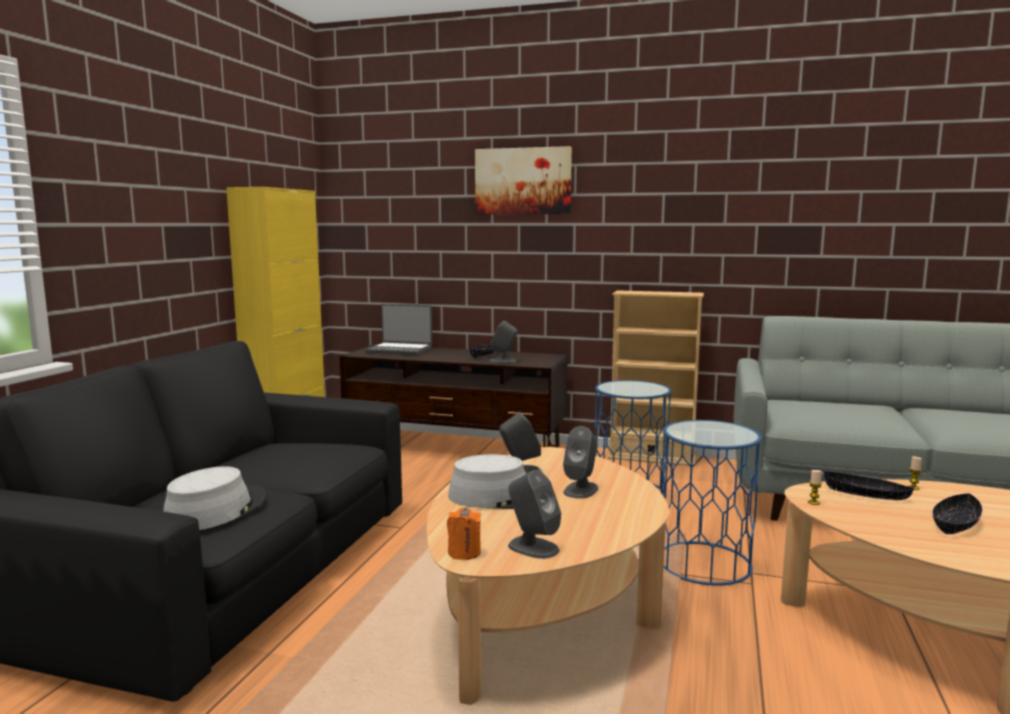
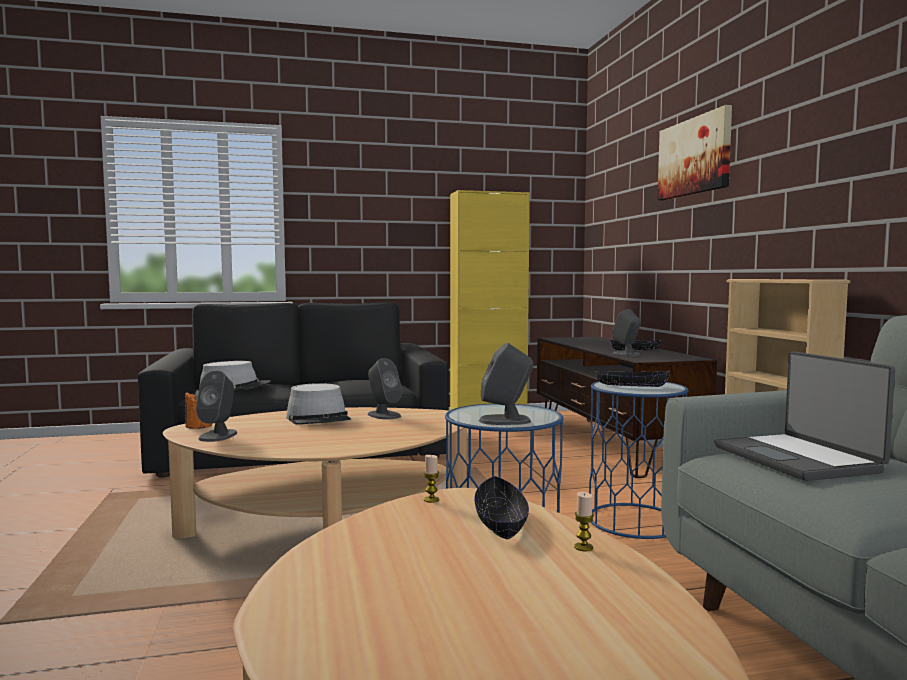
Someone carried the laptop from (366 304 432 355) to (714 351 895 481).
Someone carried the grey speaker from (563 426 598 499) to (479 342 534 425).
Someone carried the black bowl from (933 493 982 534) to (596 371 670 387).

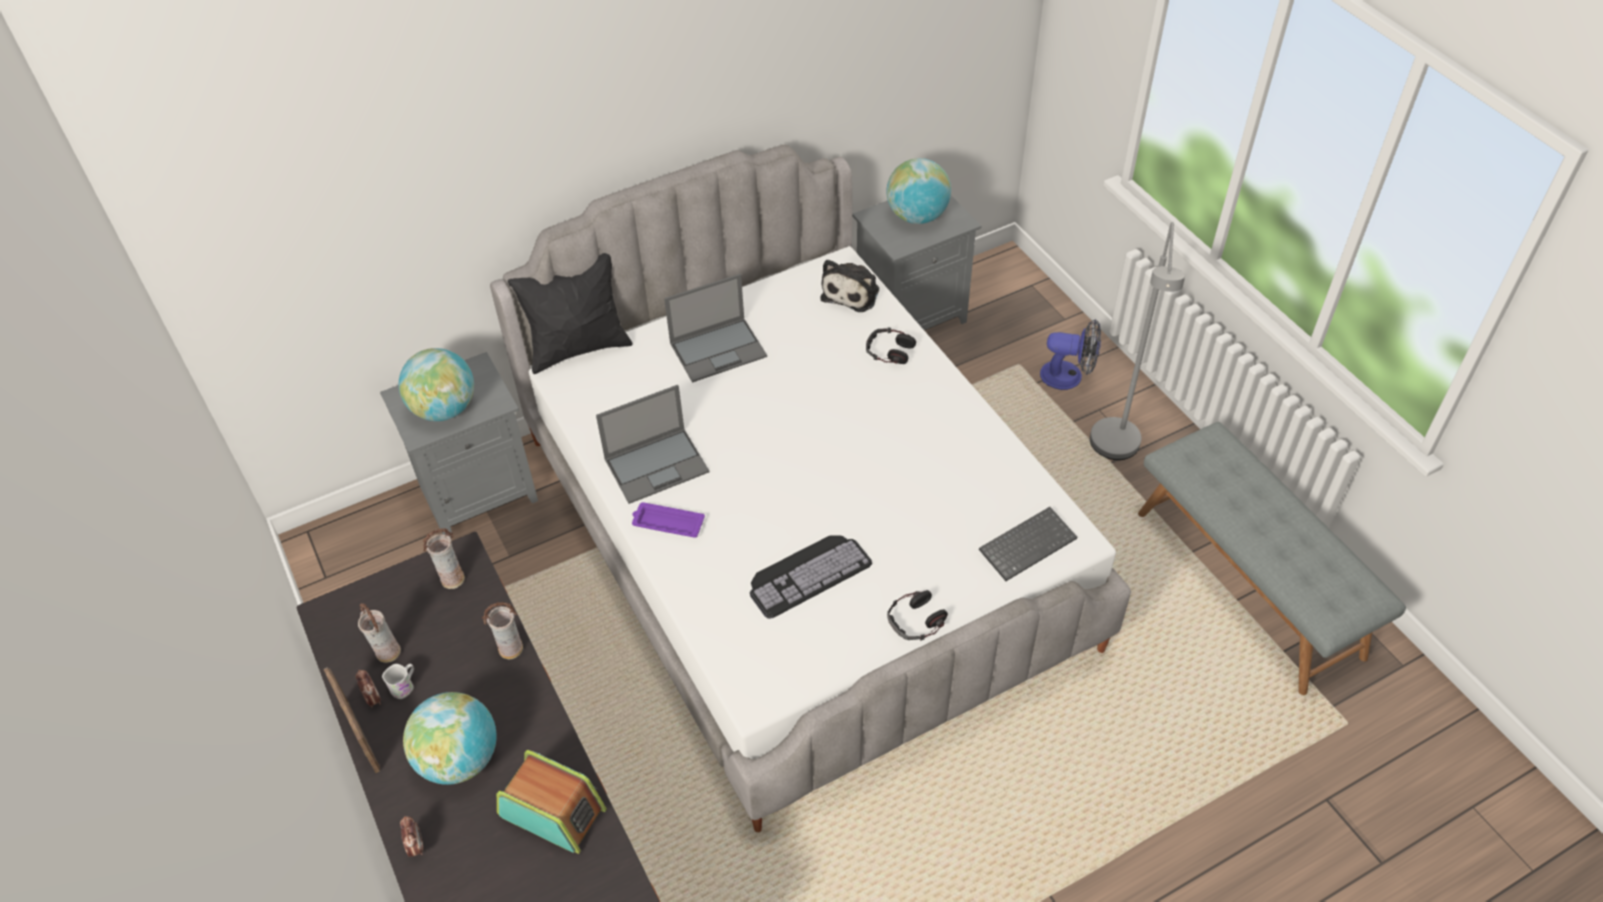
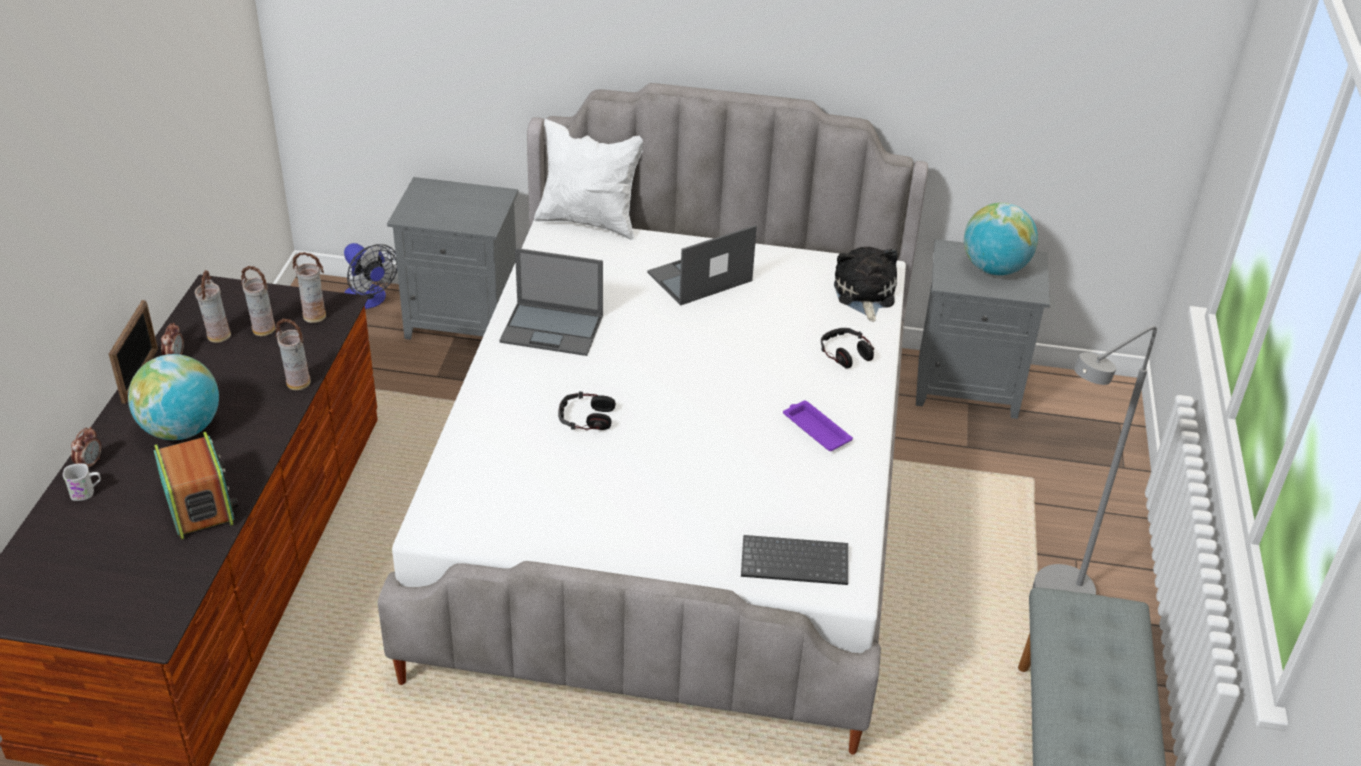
Someone took away the globe at (399 348 474 421).
Someone took away the keyboard at (750 535 872 619).
Someone put down the vase at (241 266 275 336).
Someone carried the white mug from (382 664 414 699) to (63 463 101 501).
Someone carried the purple tray from (632 502 705 538) to (783 401 853 451).
Someone carried the headphones from (887 590 948 641) to (558 392 616 430).
Someone carried the fan from (1040 319 1101 390) to (344 243 397 309).
Someone repainted the black pillow at (508 253 633 374), which became the white pillow at (534 119 643 240).
Someone rotated the laptop at (664 274 767 383) by 135 degrees clockwise.
Someone rotated the plush toy at (820 259 879 312) by 120 degrees clockwise.

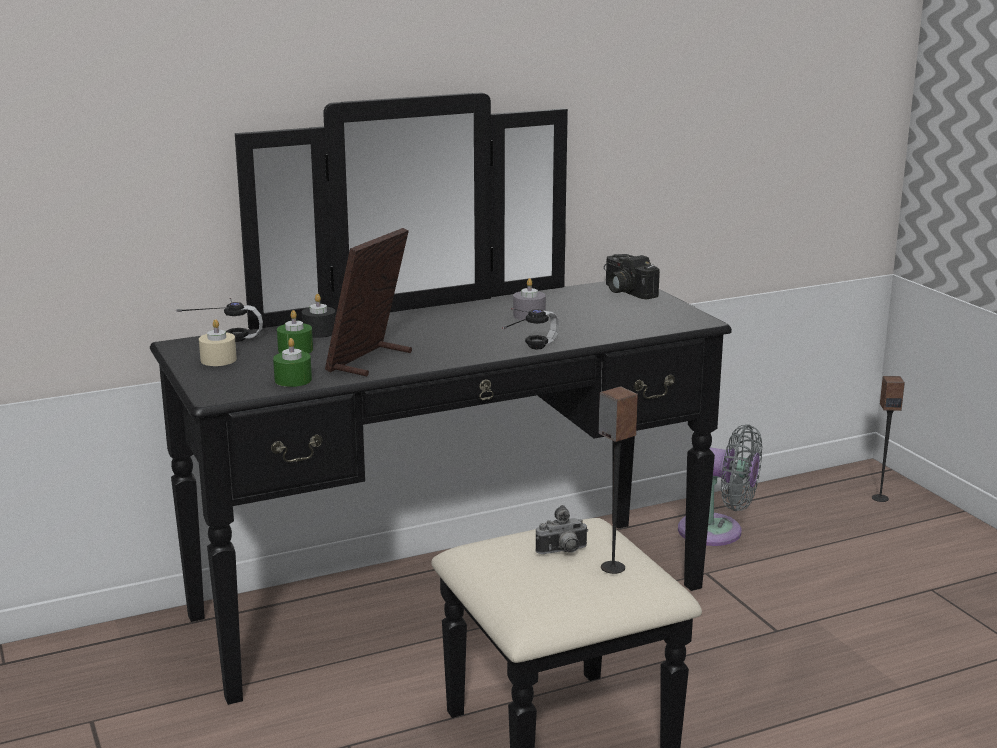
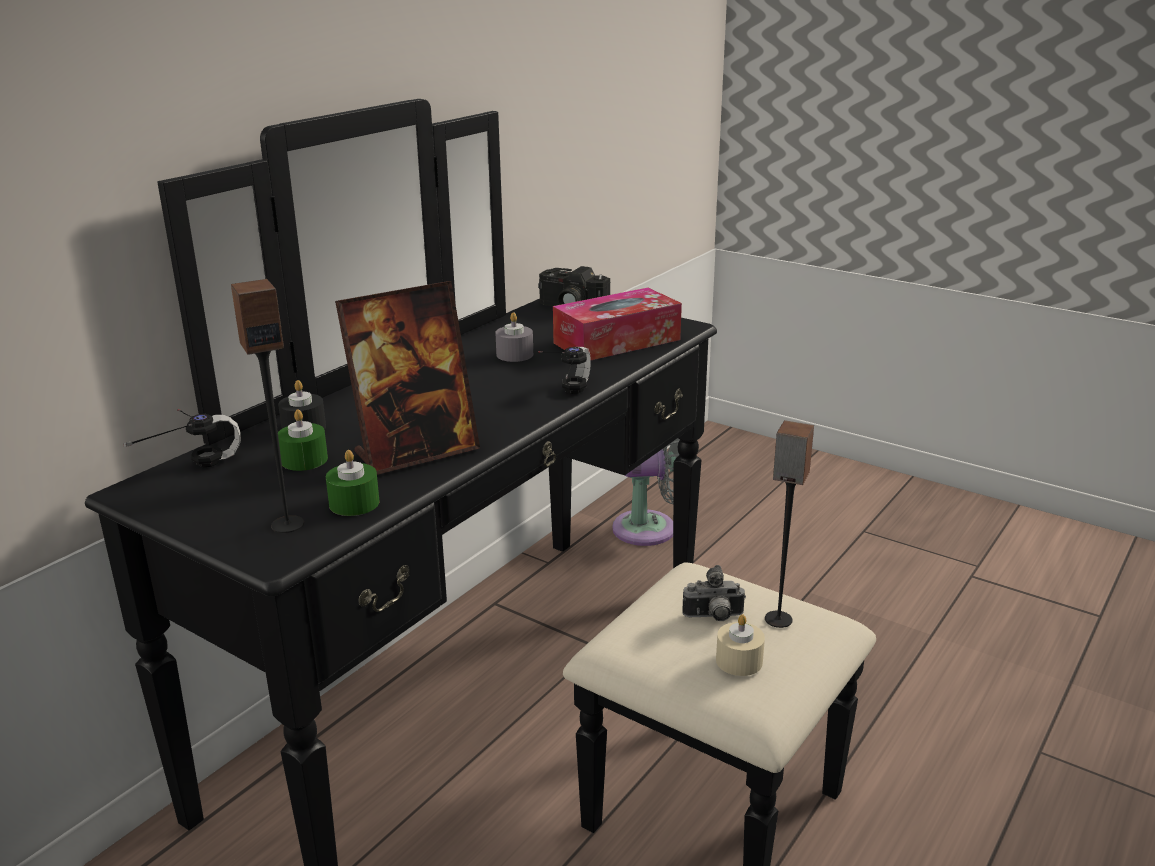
Someone put down the tissue box at (553 288 682 360).
Someone carried the beige candle from (199 319 237 366) to (716 614 765 676).
Someone carried the speaker from (872 376 905 502) to (231 279 304 533).
Someone rotated the picture frame at (325 228 412 376) by 120 degrees counterclockwise.
Someone rotated the photo camera at (535 505 588 554) by 45 degrees clockwise.

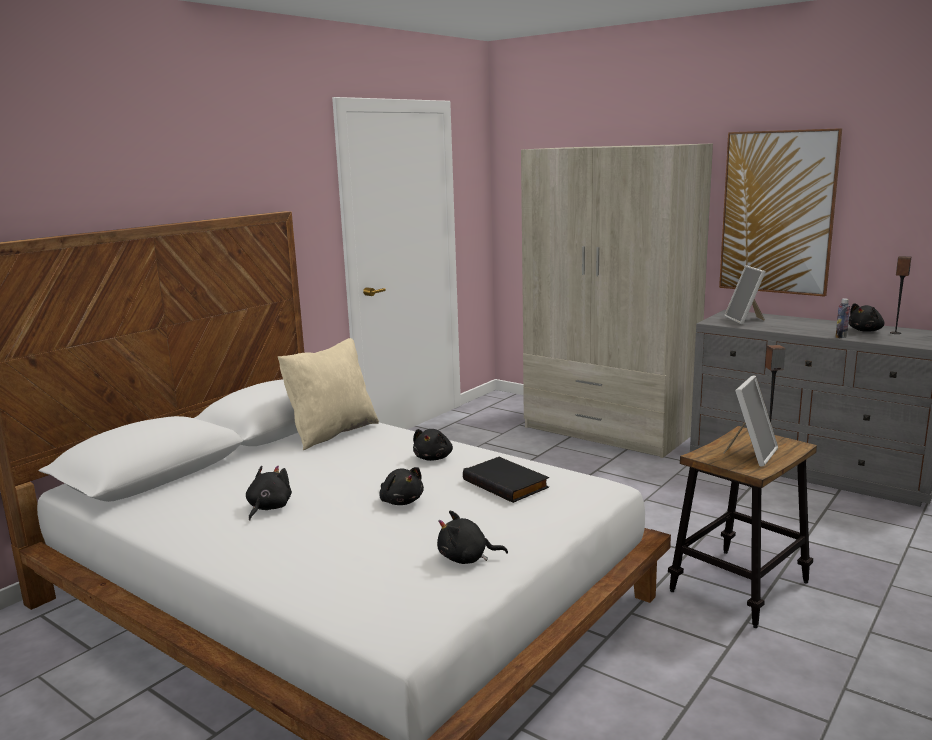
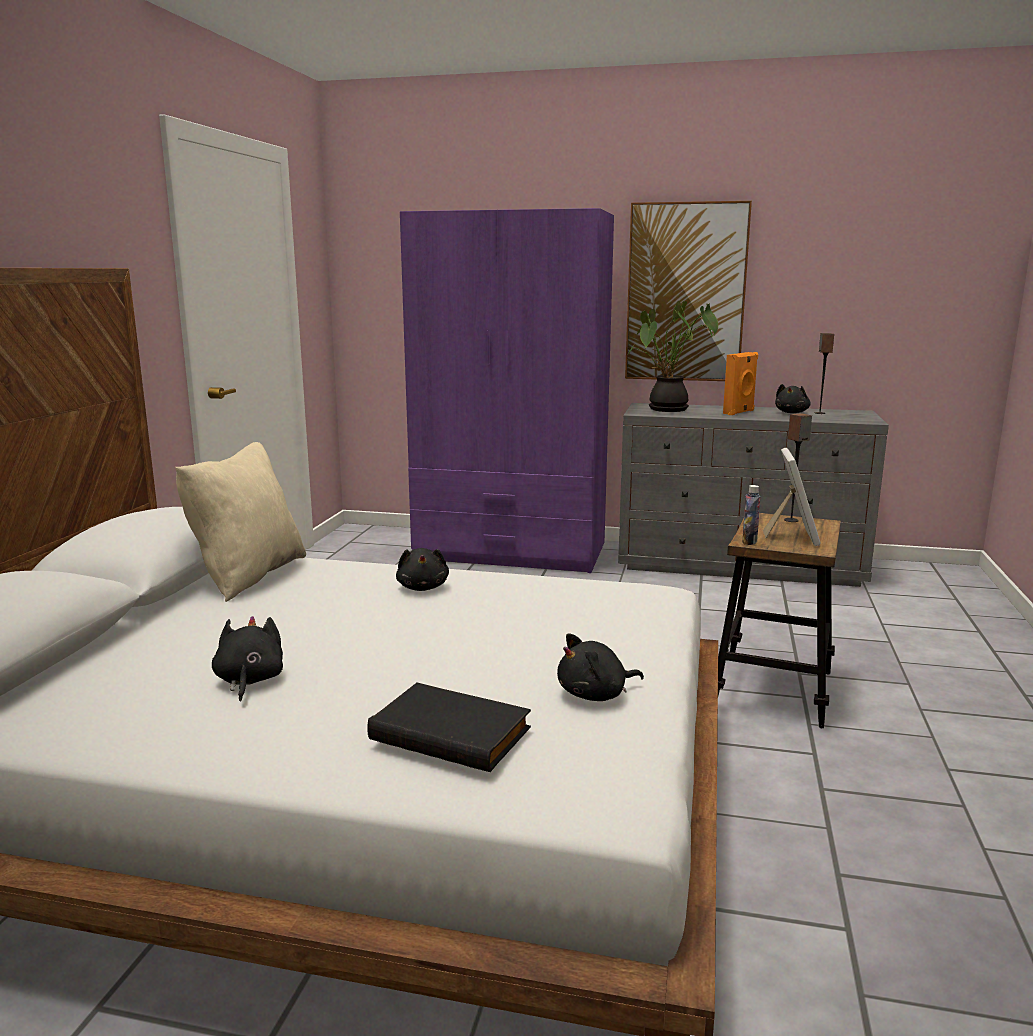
Someone took away the black plush toy at (379 467 424 505).
Someone put down the orange speaker at (723 352 758 415).
Someone carried the black book from (463 457 549 503) to (367 683 531 772).
Someone carried the bottle from (835 298 850 338) to (742 485 761 545).
Someone swapped the picture frame at (724 265 766 325) for the potted plant at (627 301 718 412).
Someone repainted the beige wardrobe at (521 144 713 458), which became the purple wardrobe at (400 208 614 573).

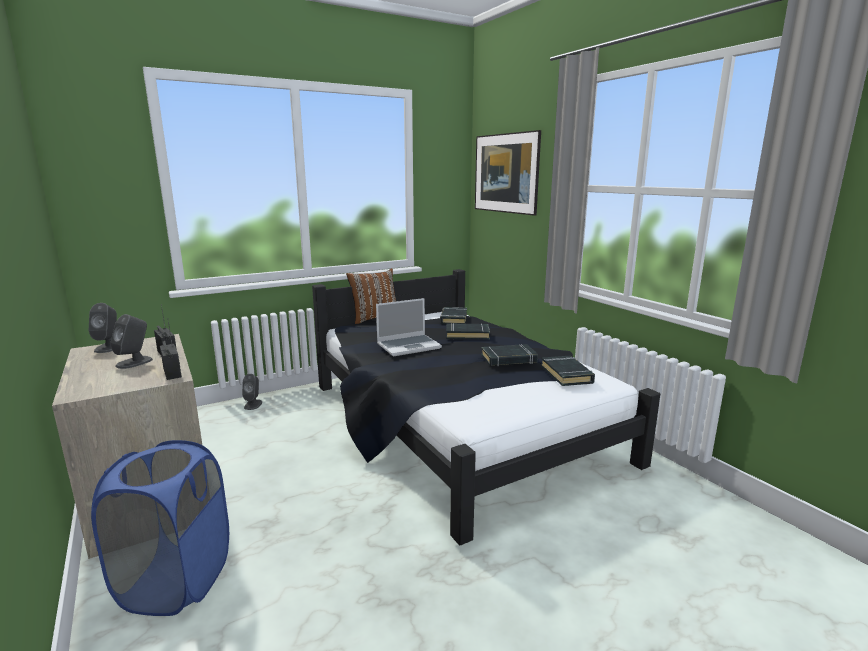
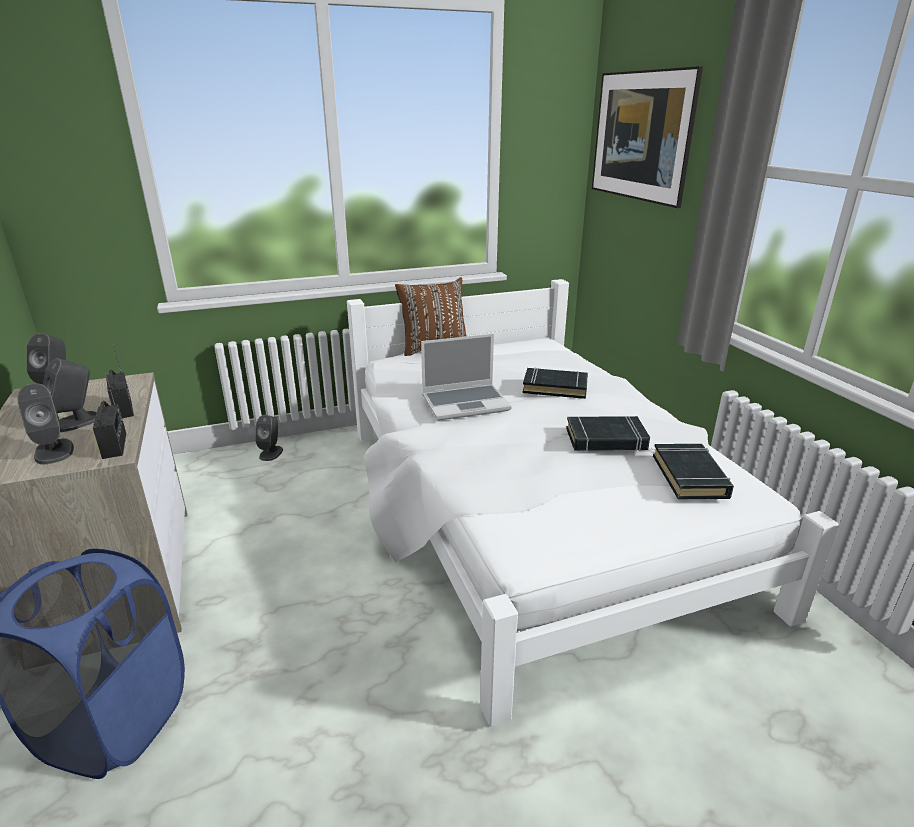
Someone took away the black book at (440 307 467 325).
Someone put down the grey speaker at (18 383 74 464).
Someone repainted the black bed at (312 269 660 545), which became the white bed at (347 279 839 727).

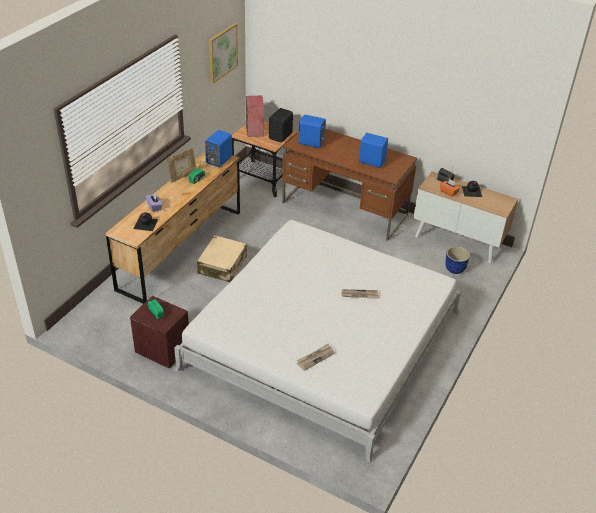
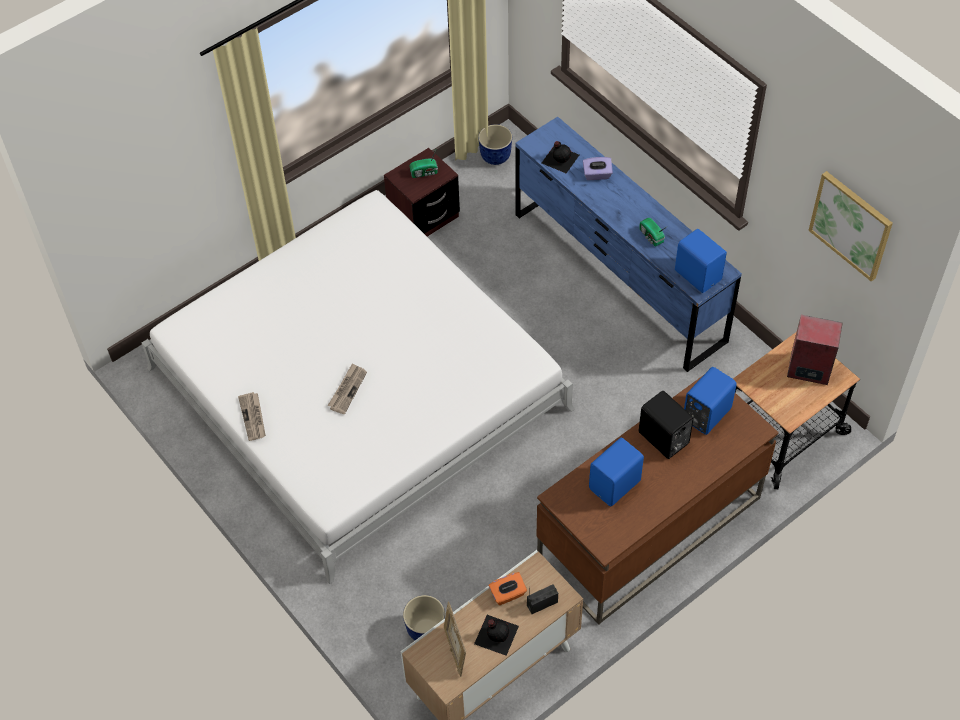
Someone took away the beige suitcase at (197 235 247 282).
Someone put down the planter at (478 124 512 165).
Someone carried the picture frame from (167 148 197 182) to (444 602 466 677).
Someone carried the black speaker from (269 108 293 143) to (639 391 694 459).
Someone carried the newspaper from (297 344 335 371) to (238 392 266 441).
Someone repainted the brown dresser at (106 152 240 304), which became the blue dresser at (515 117 742 372).

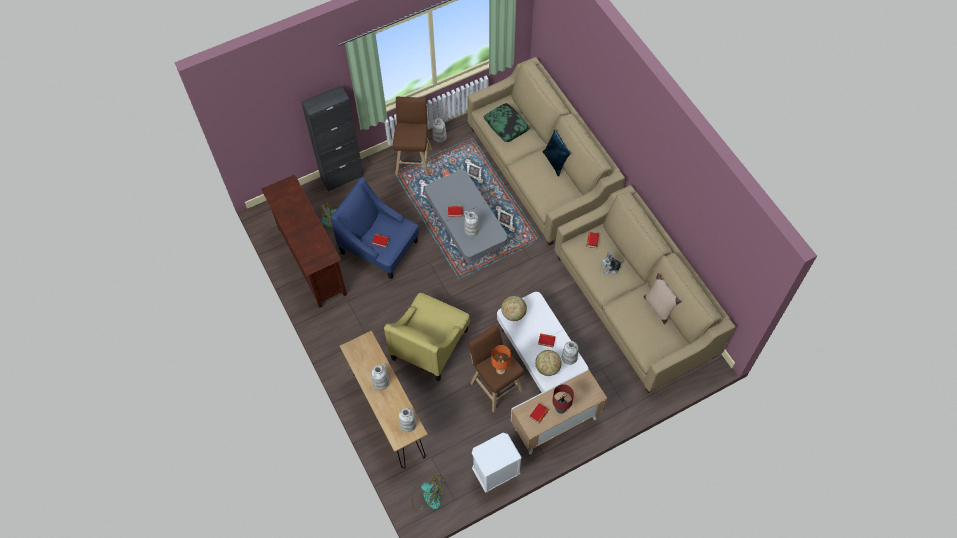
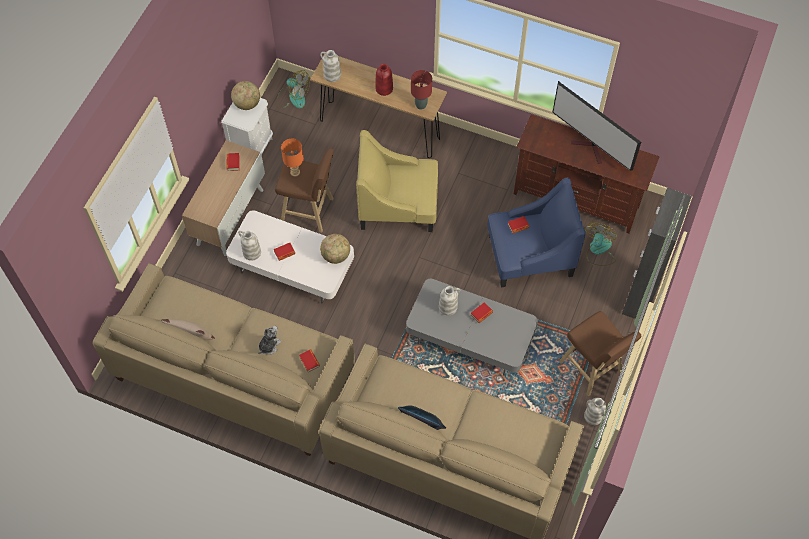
Someone took away the pillow at (484 103 529 142).
Someone put down the television at (552 81 641 171).
Someone carried the globe from (535 350 562 376) to (231 81 260 110).
Someone carried the red table lamp from (552 384 574 414) to (411 70 432 110).
Someone repainted the white vase at (371 363 390 390), which became the red vase at (375 64 393 96).
Someone rotated the yellow armchair at (384 293 470 382) by 75 degrees counterclockwise.
Someone rotated the fan at (412 475 444 511) by 135 degrees counterclockwise.

